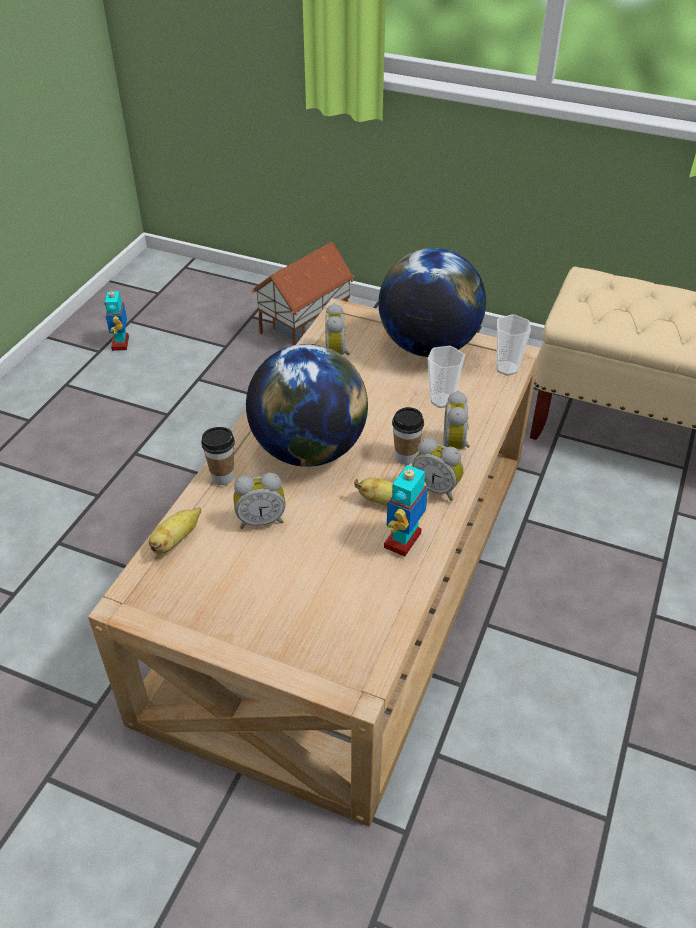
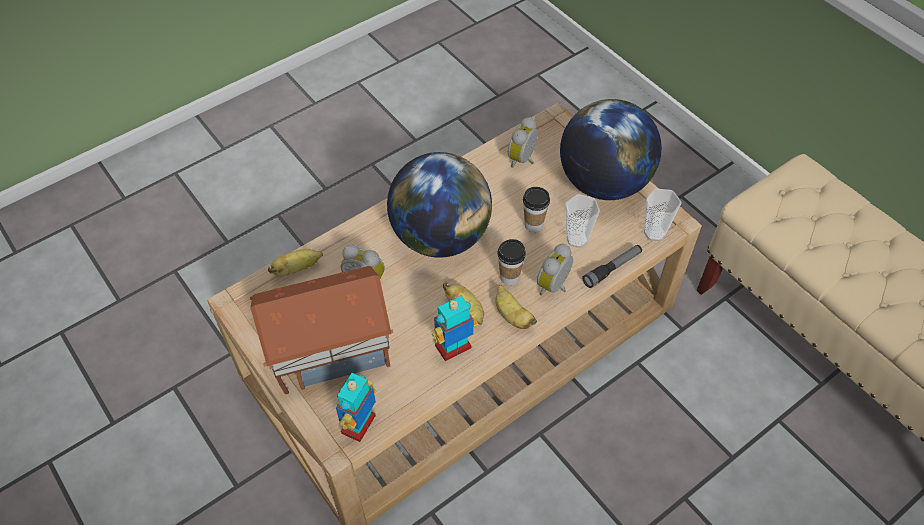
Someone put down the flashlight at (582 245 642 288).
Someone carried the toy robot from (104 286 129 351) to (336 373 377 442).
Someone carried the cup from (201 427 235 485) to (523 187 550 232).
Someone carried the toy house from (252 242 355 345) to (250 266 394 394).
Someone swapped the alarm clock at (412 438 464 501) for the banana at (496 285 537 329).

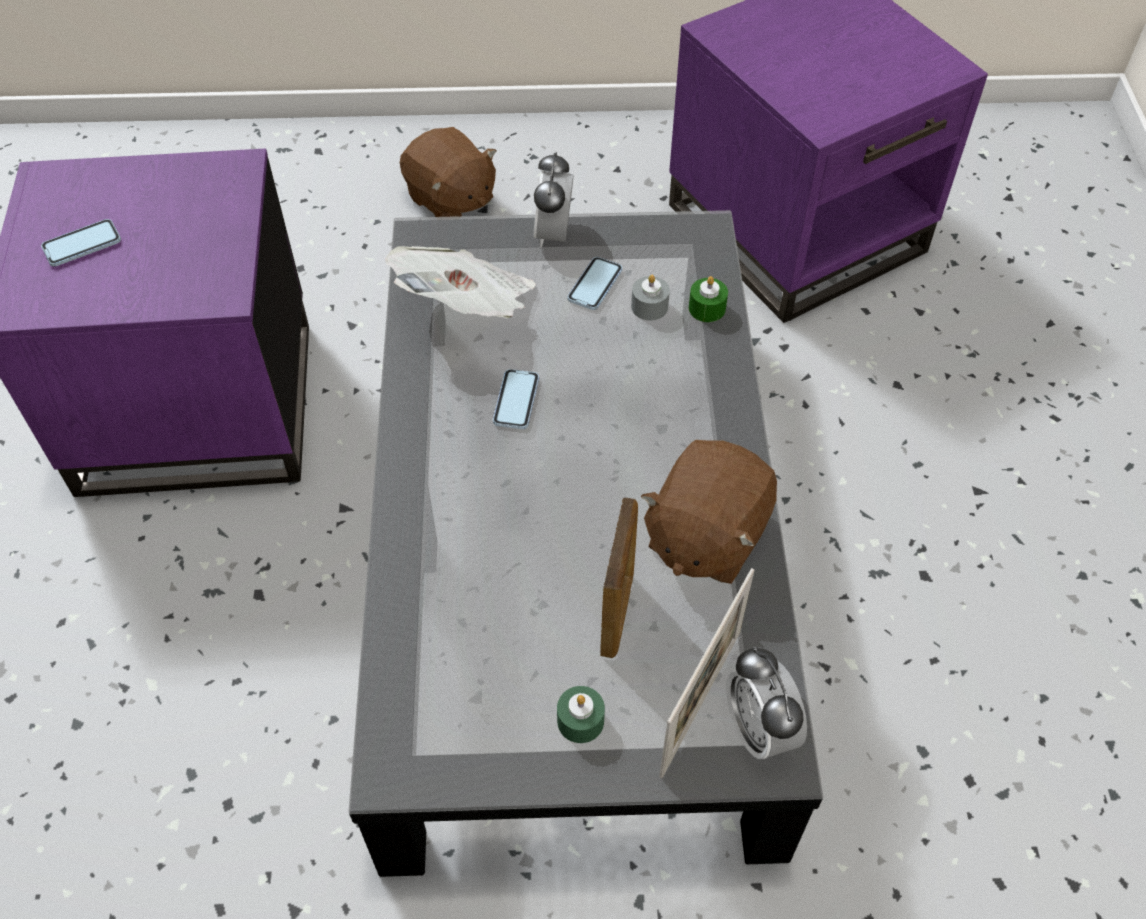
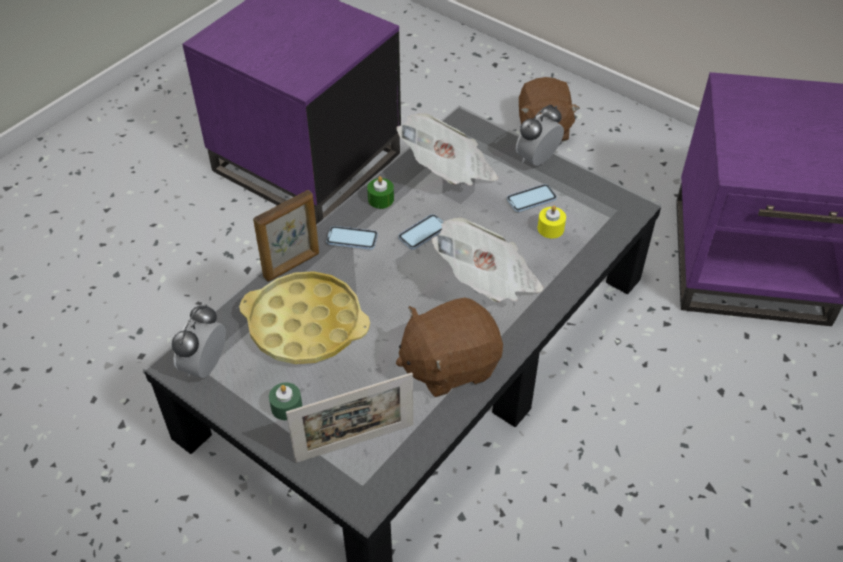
Someone put down the yellow tray at (239 271 370 364).
Someone put down the newspaper at (432 217 543 302).
Someone carried the phone from (41 219 121 266) to (326 226 378 250).
Someone carried the picture frame from (600 497 638 658) to (253 190 319 282).
Someone carried the green candle from (689 276 728 322) to (367 176 394 209).
Someone carried the alarm clock from (726 647 807 759) to (172 304 226 378).
Someone repainted the grey candle at (631 275 670 321), which became the yellow candle at (537 205 566 238).

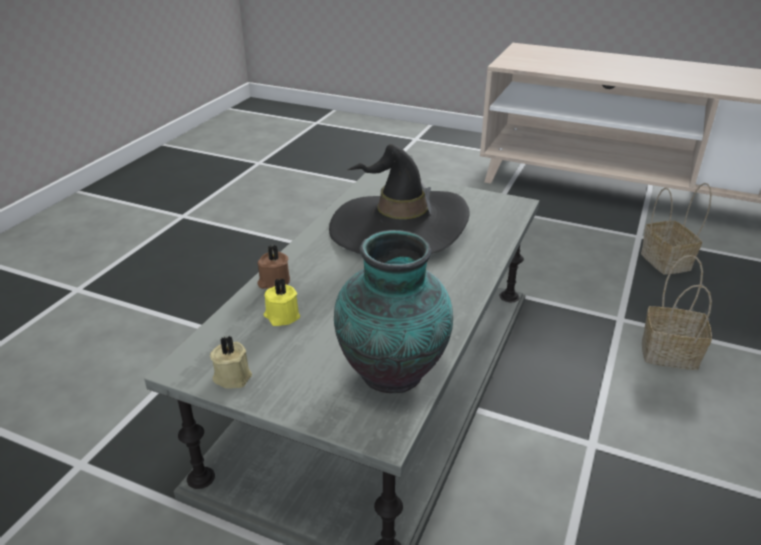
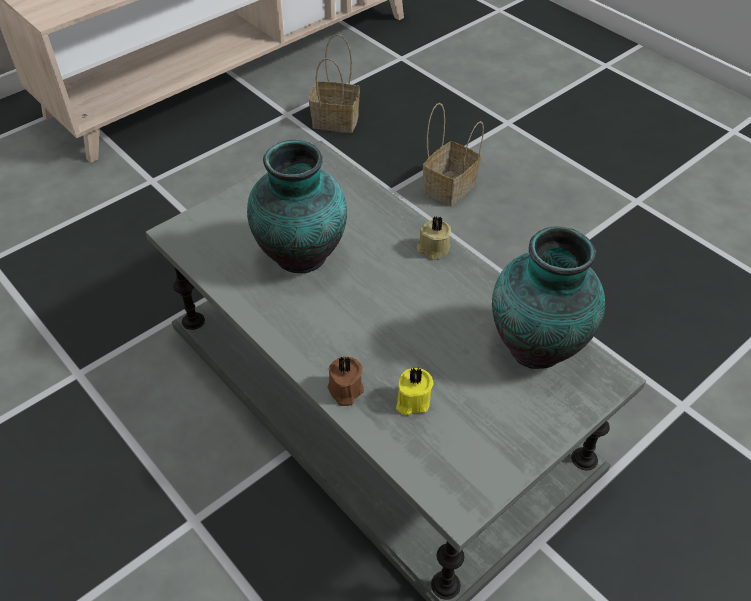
Someone carried the beige candle from (210 335 252 388) to (417 216 451 260).
Someone swapped the black hat at (329 144 470 254) for the vase at (247 140 347 273).

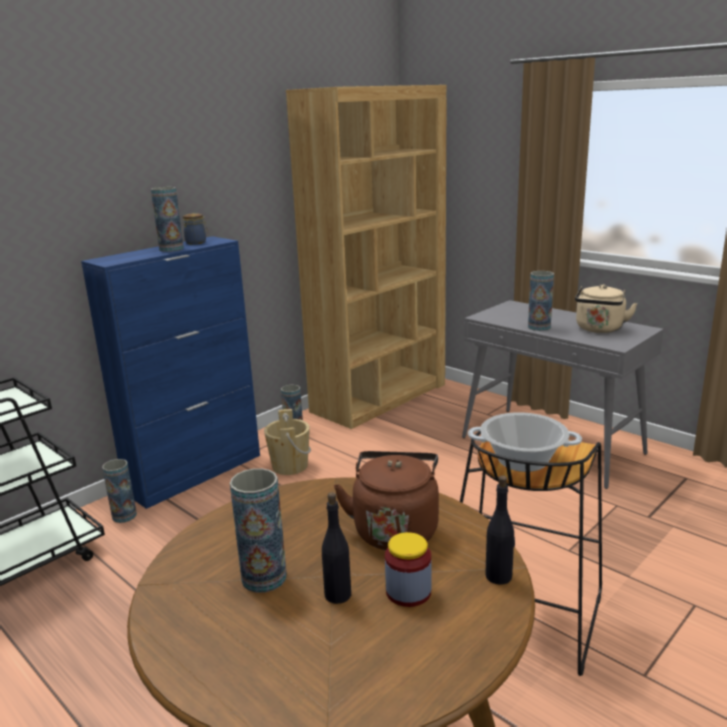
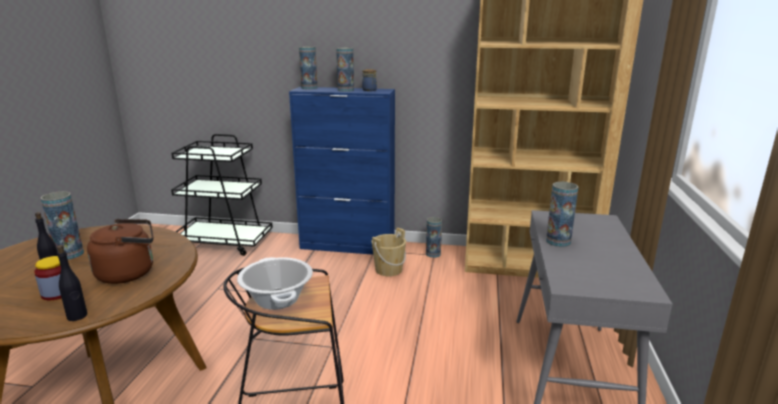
Someone took away the beige kettle at (575 284 638 333).
Someone carried the vase from (102 459 137 523) to (299 46 317 89).

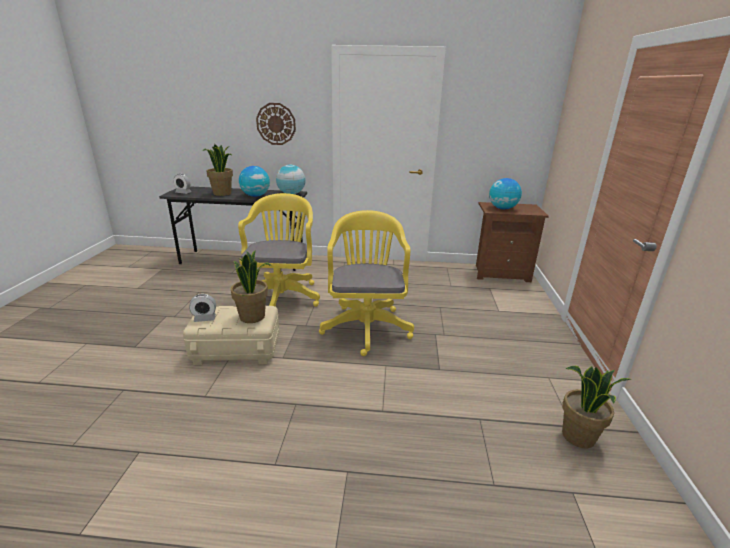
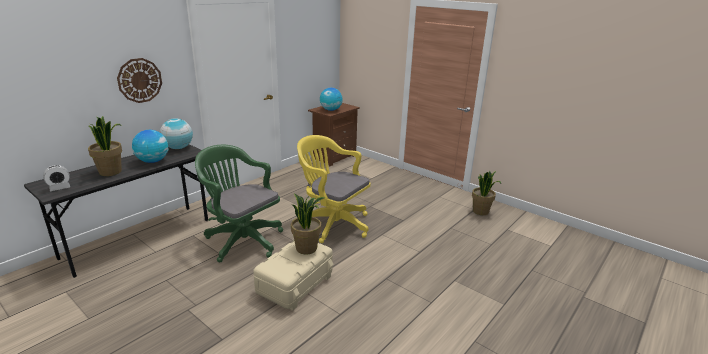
Someone took away the alarm clock at (189 294 216 322).
Someone repainted the yellow office chair at (238 193 320 307), which became the green office chair at (195 145 283 263).

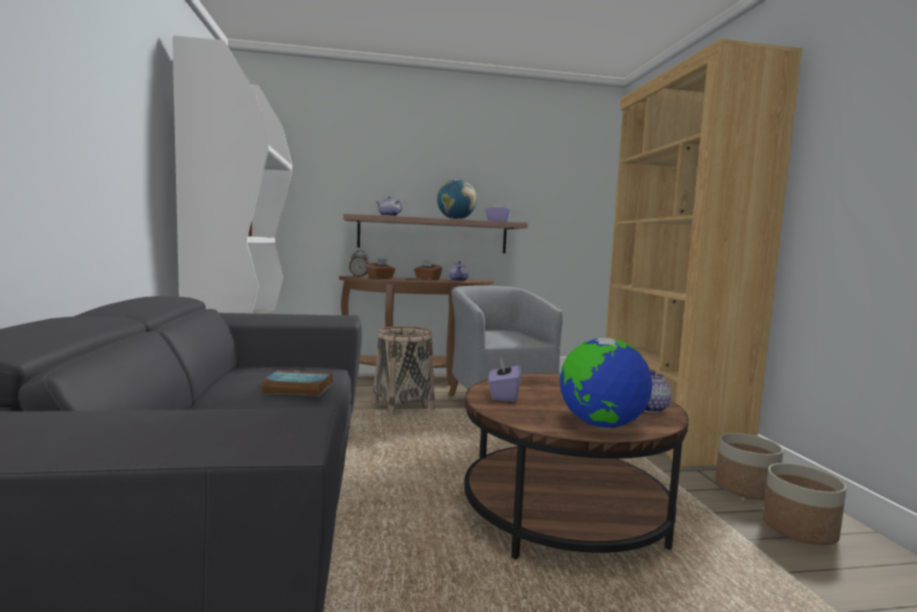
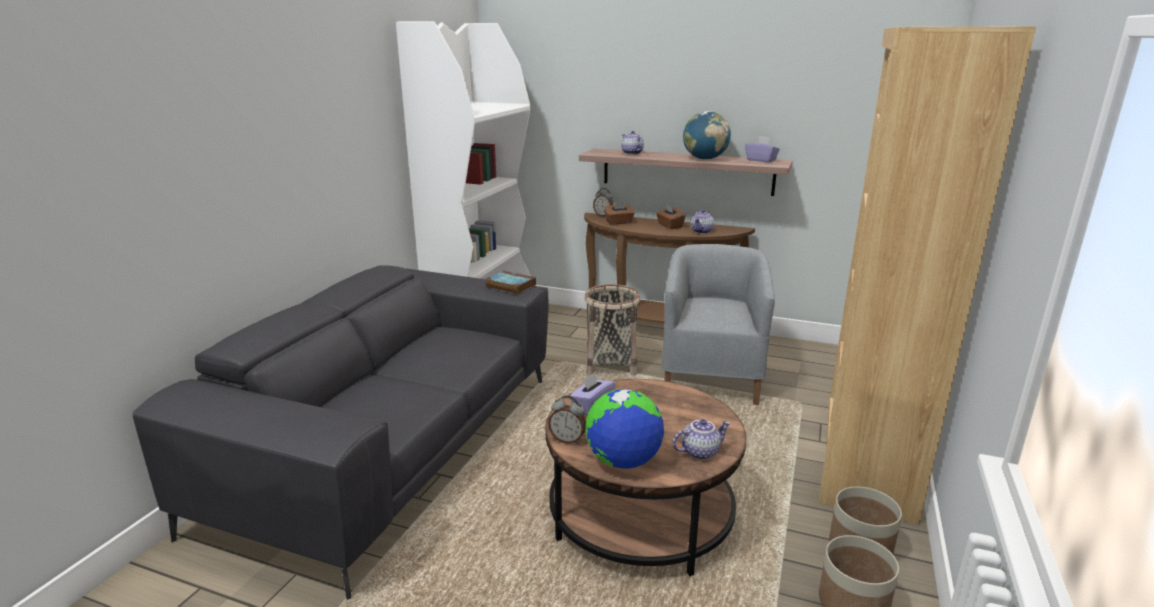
Someone put down the alarm clock at (548 395 586 444).
Someone carried the book from (261 370 333 396) to (486 271 536 294).

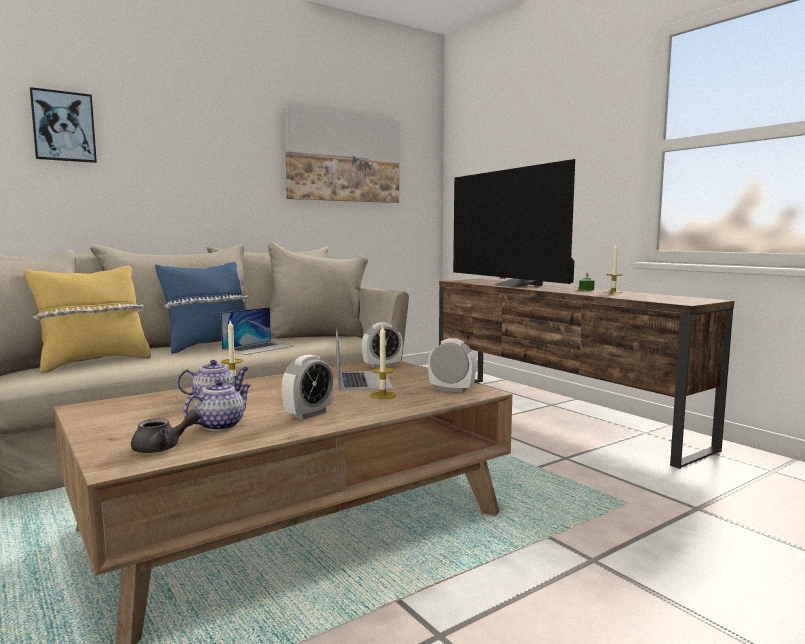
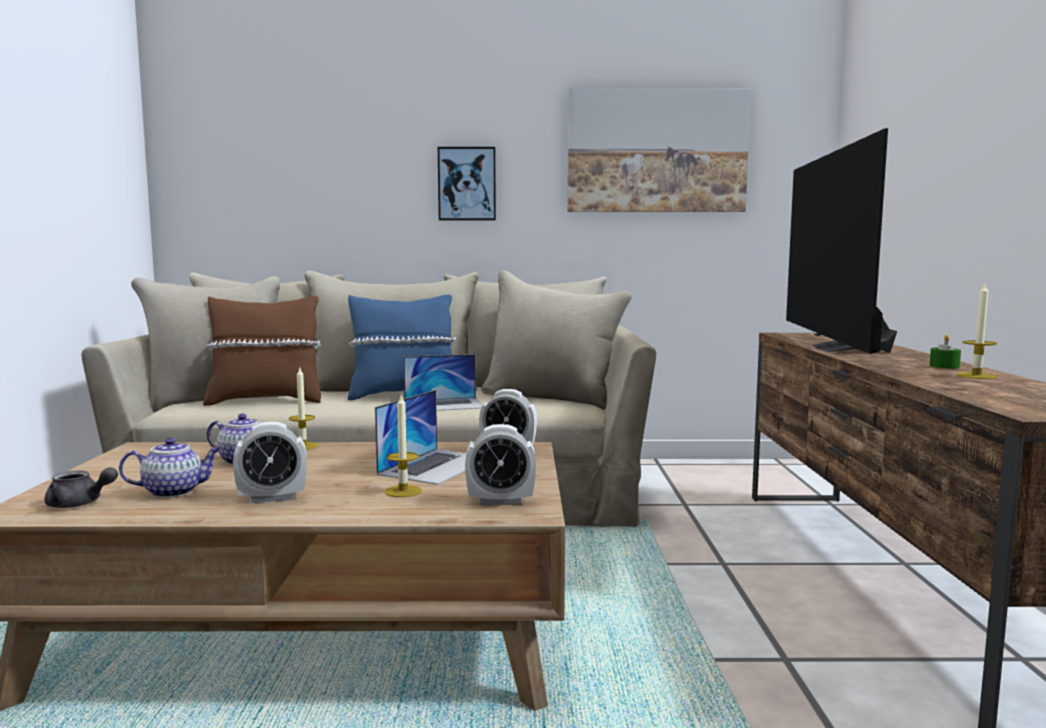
Someone carried the picture from (30 87 97 163) to (438 147 496 221).
Someone repainted the yellow pillow at (24 266 151 373), which became the brown pillow at (203 296 321 406).
Someone rotated the alarm clock at (428 338 477 393) by 120 degrees clockwise.

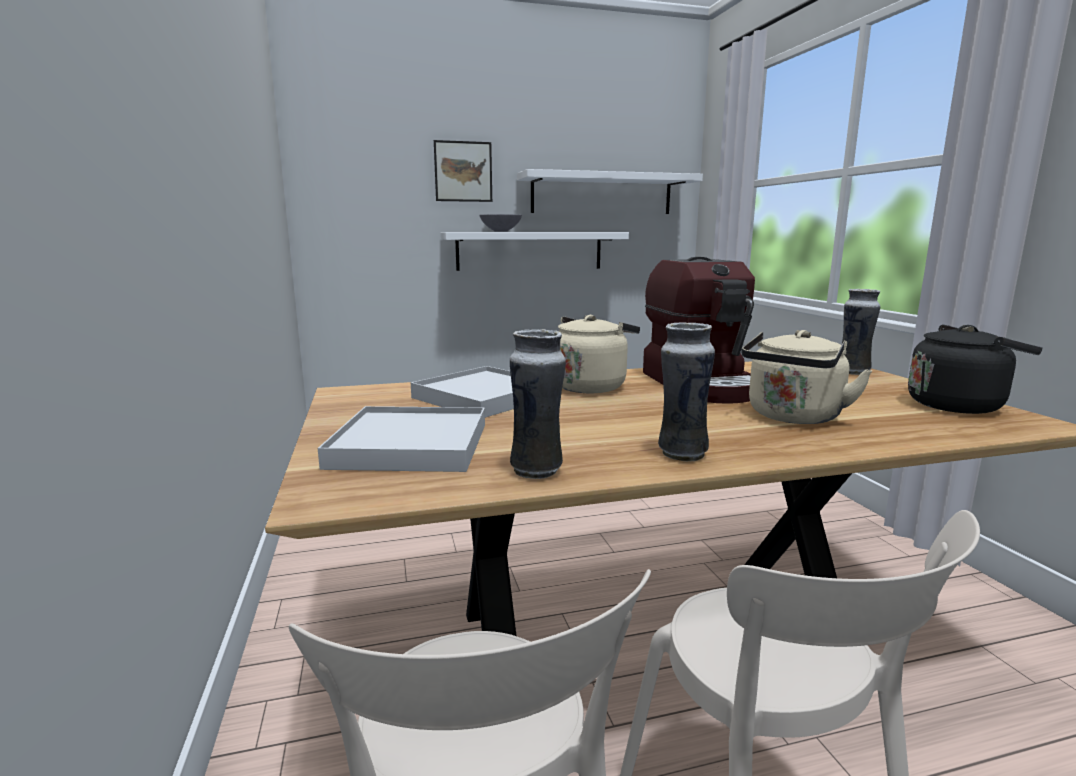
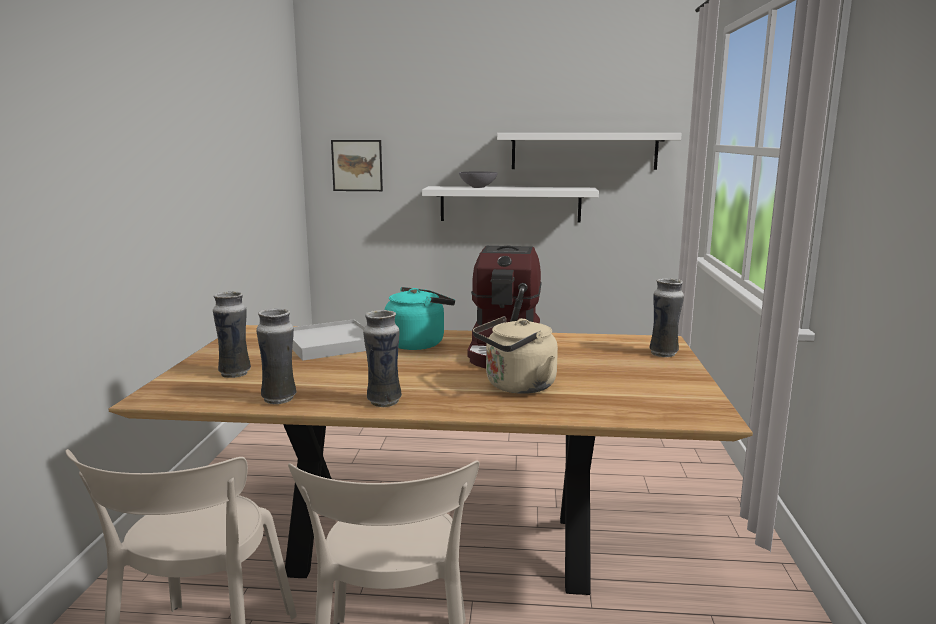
Someone took away the black kettle at (908 325 1043 414).
Someone carried the picture from (434 140 492 202) to (331 140 383 191).
Someone swapped the white tray at (318 406 485 472) for the vase at (213 291 251 378).
Someone repainted the beige kettle at (558 315 640 393), which became the turquoise kettle at (385 287 455 350).

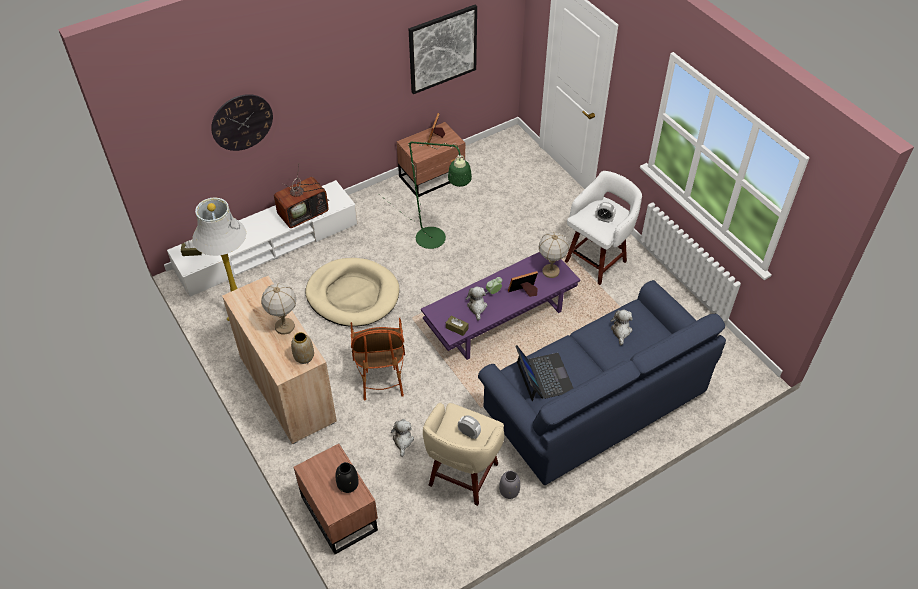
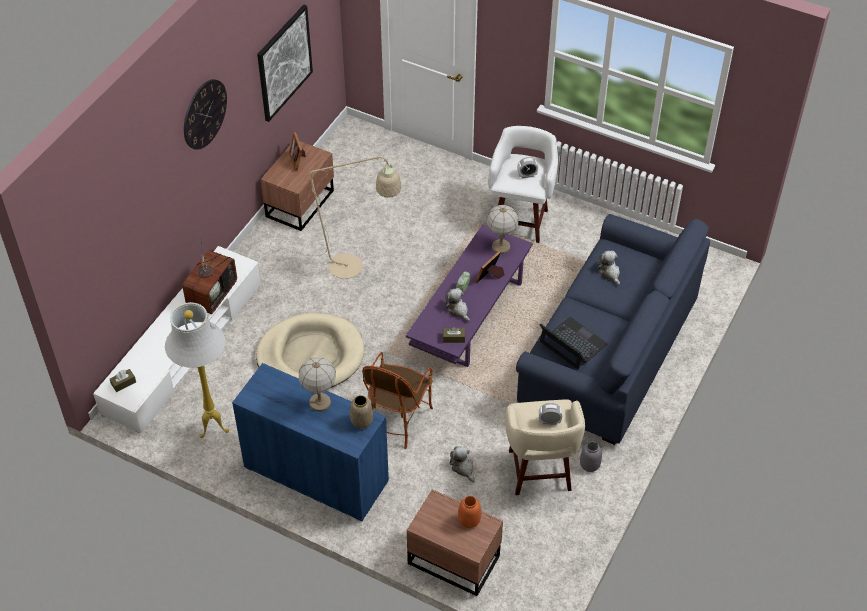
Someone carried the wall clock from (211 94 273 151) to (184 79 227 150).
Someone repainted the beige cabinet at (222 276 337 444), which became the blue cabinet at (232 363 389 522).
Someone repainted the black vase at (335 462 359 493), which became the orange vase at (458 496 481 528).
Someone repainted the green floor lamp at (379 142 472 249), which became the beige floor lamp at (260 154 401 279).
Someone rotated the armchair at (350 317 405 400) by 60 degrees clockwise.

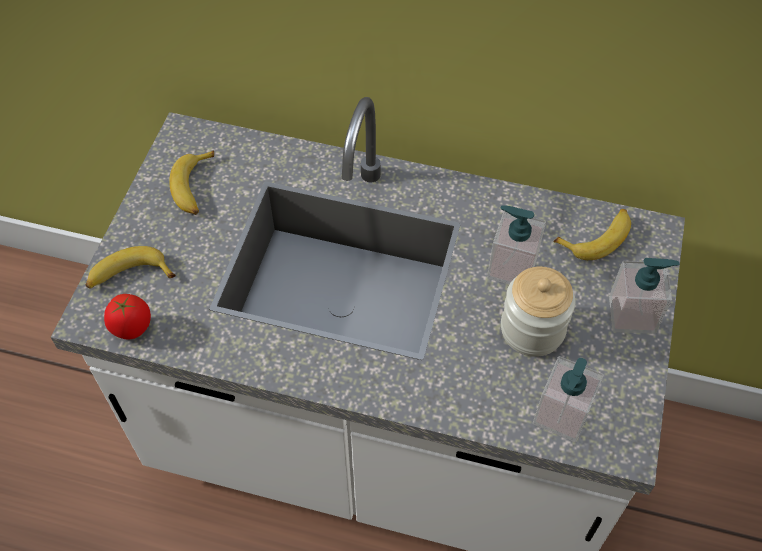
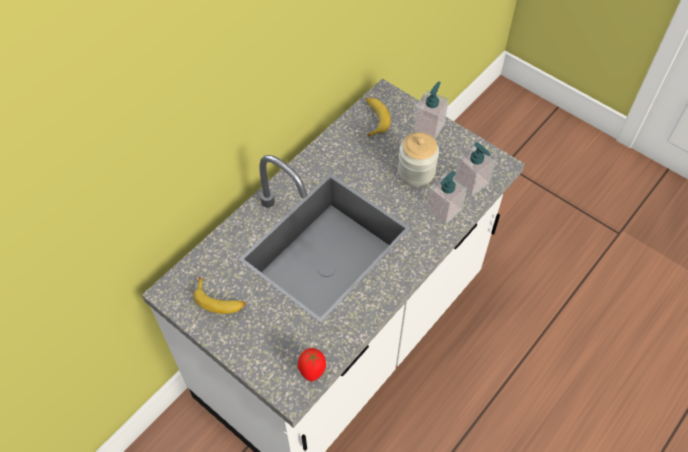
Someone took away the banana at (85 246 176 289).
Someone carried the soap dispenser from (487 206 546 284) to (426 171 467 225).

